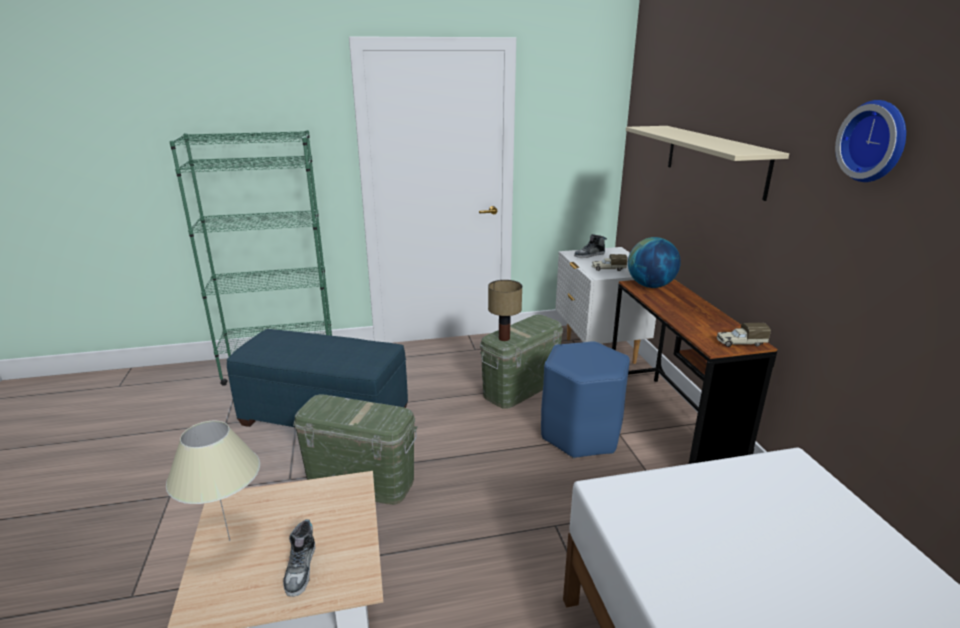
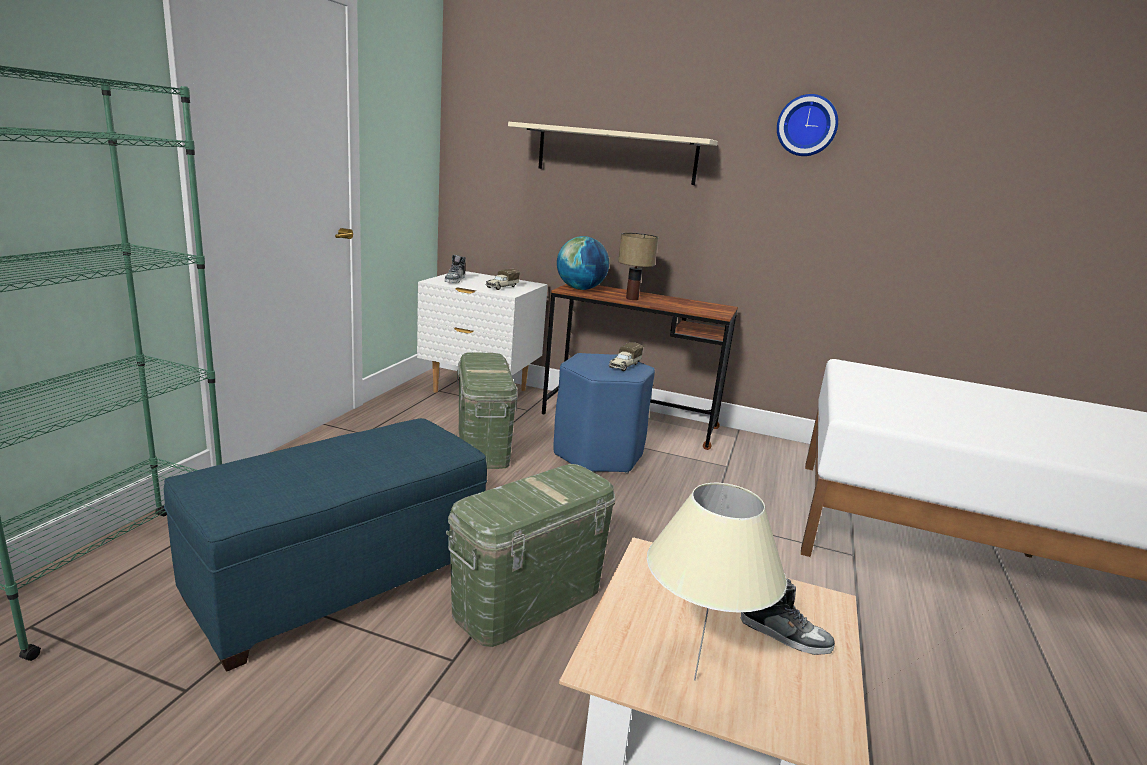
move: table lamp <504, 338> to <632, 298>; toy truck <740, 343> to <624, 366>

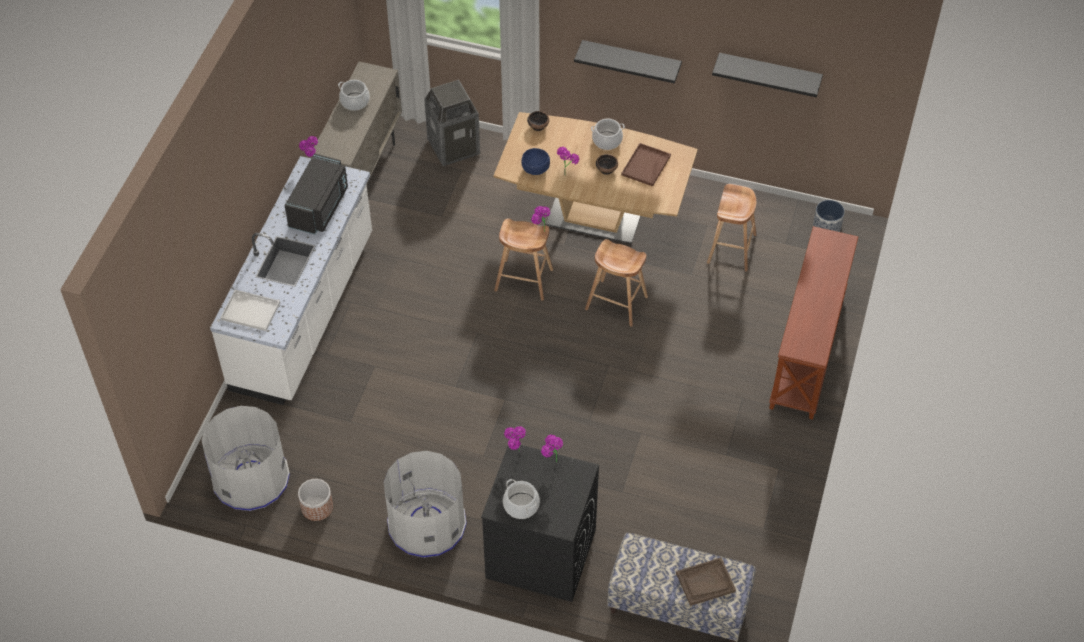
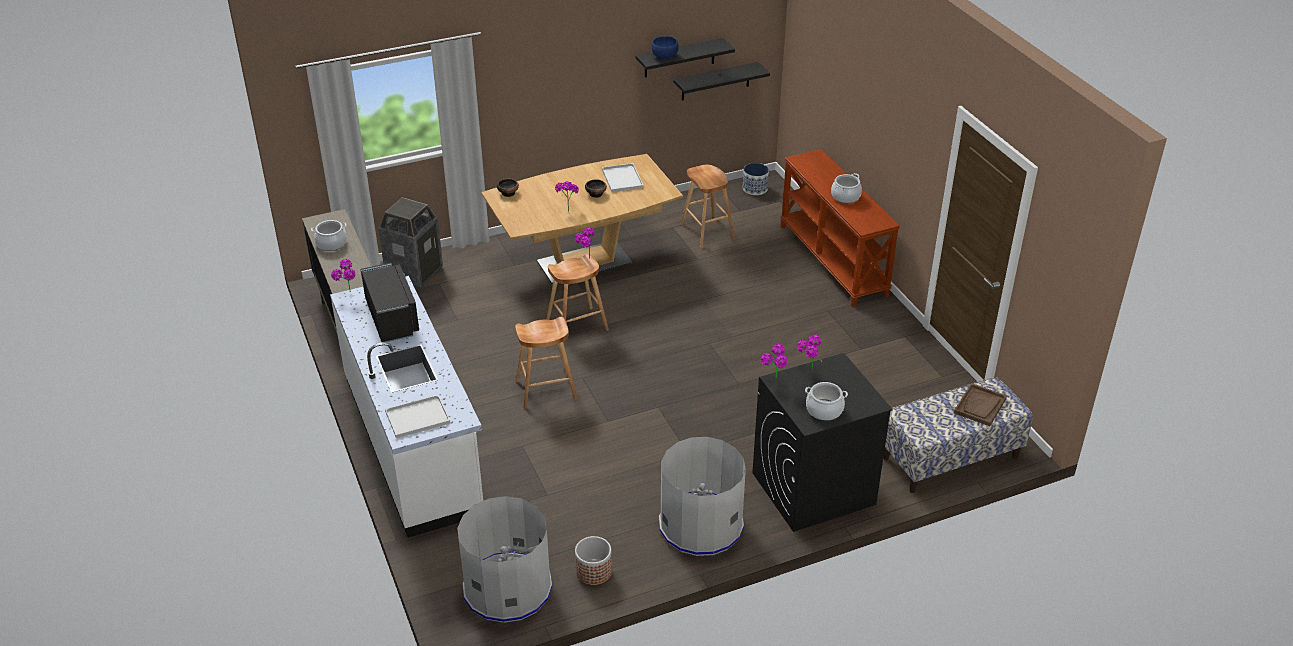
move: bowl (blue) <536, 169> to <665, 56>; wall shelf (blackish) <631, 60> to <715, 81>; stool (brown-coloured) <616, 303> to <546, 390>; saucepot <607, 140> to <845, 197>
recolor: carrying tray (brown-coloured) <646, 164> to carrying tray (white-coloured) <621, 178>

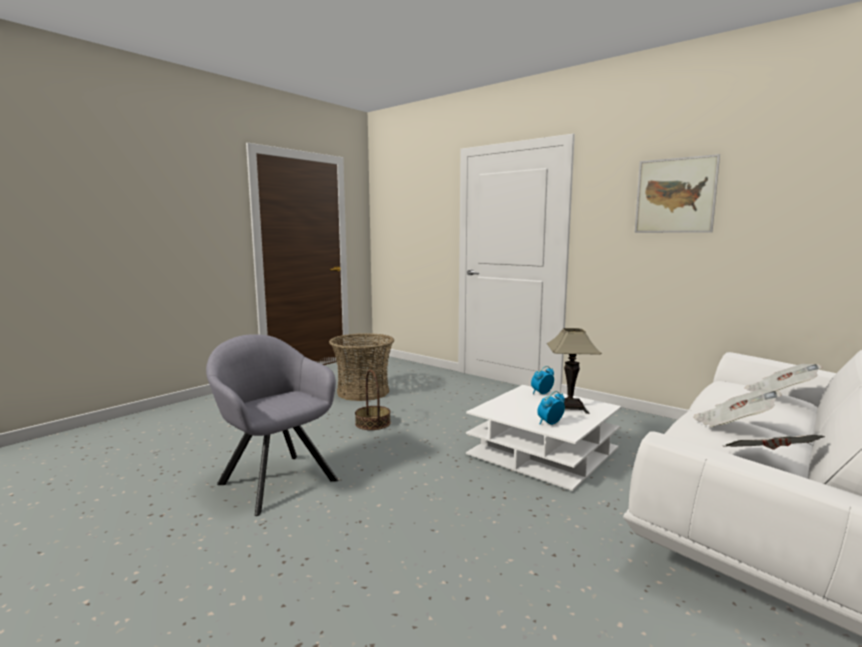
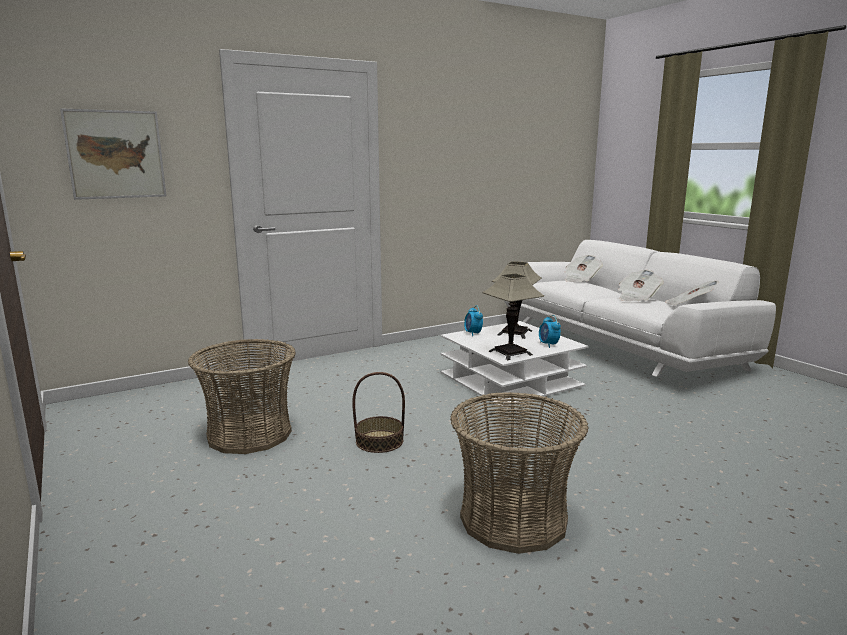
insert: table lamp <510, 353>
move: wall picture <675, 195> to <115, 154>
replace: lounge chair (gray) <275, 479> to storage basket <513, 519>

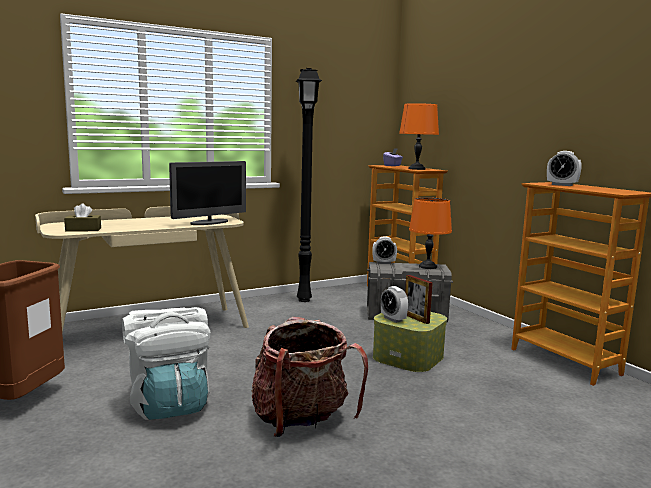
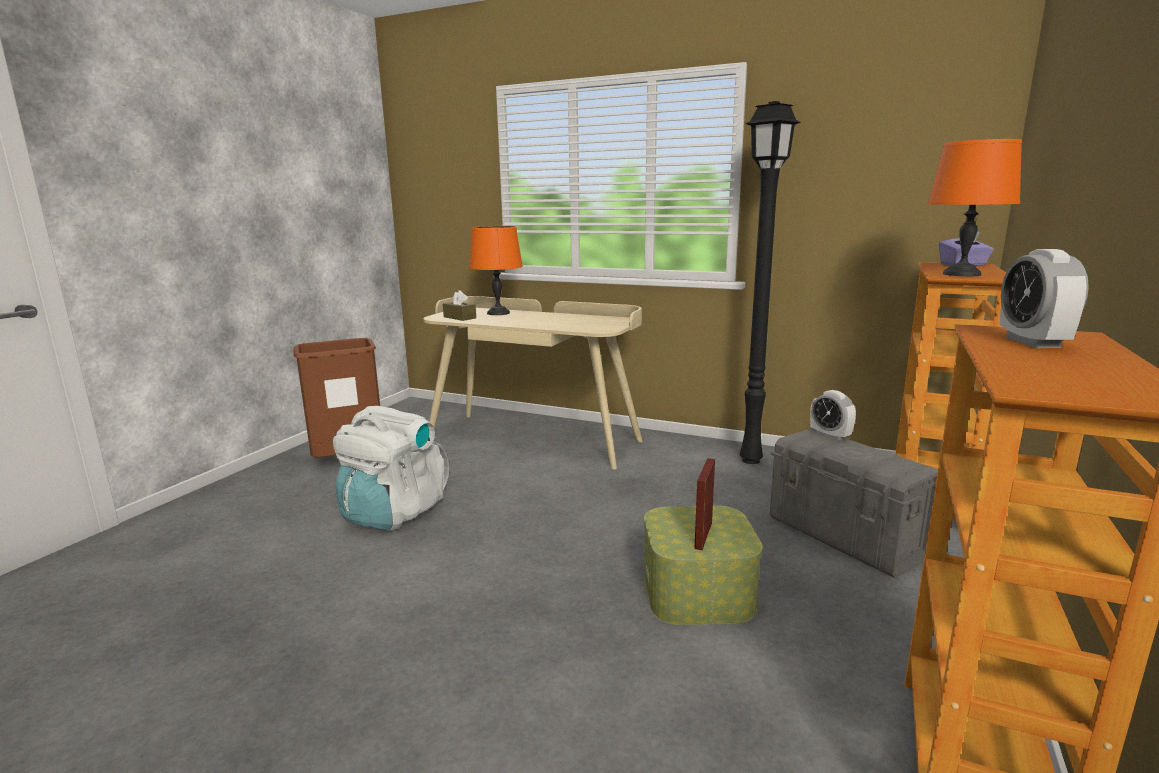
delete: computer display <210, 222>; rucksack <301, 421>; table clock <393, 319>
move: table lamp (orange-coloured) <428, 267> to <498, 313>

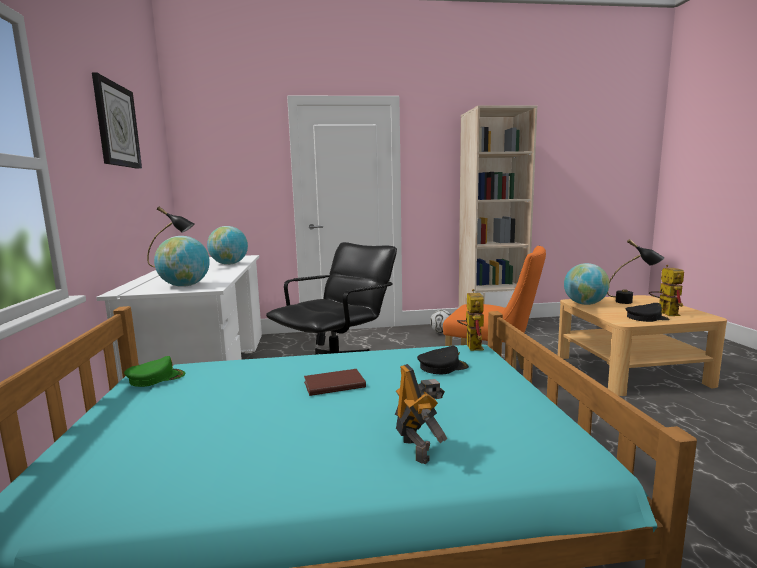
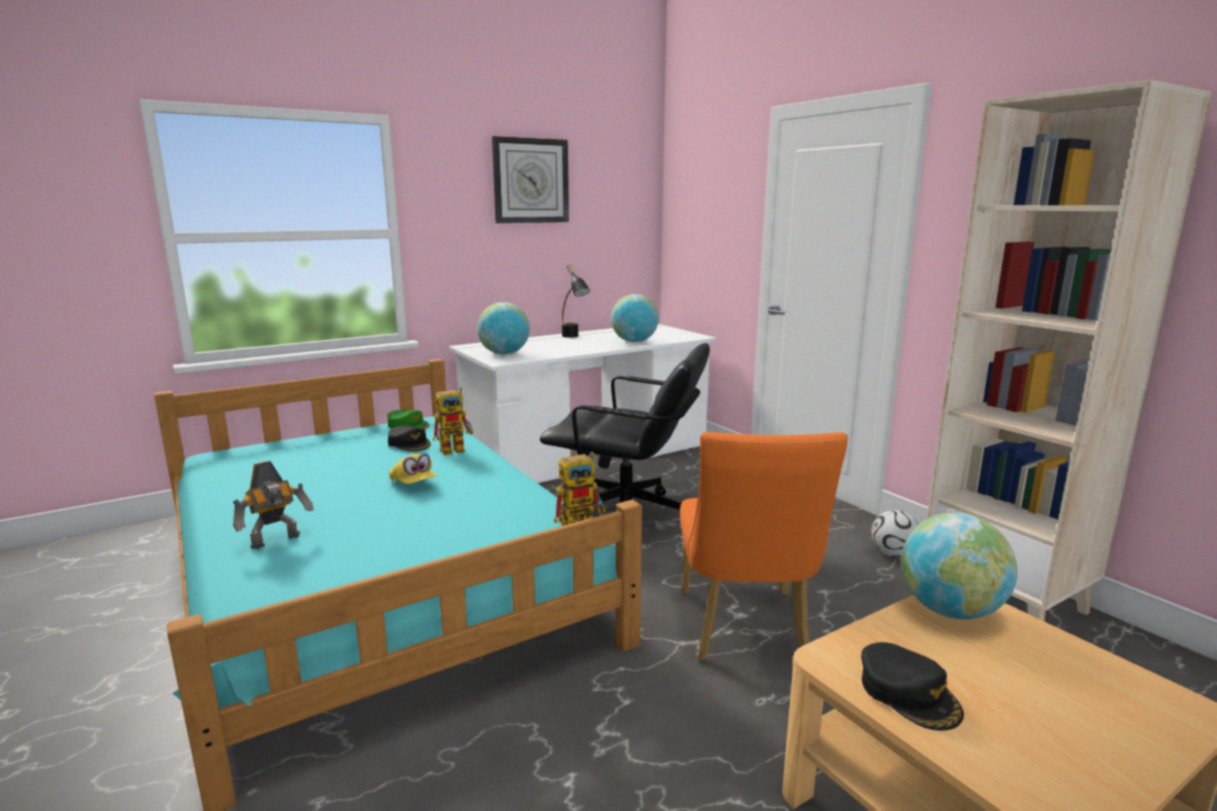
delete: table lamp (blackish) <632, 302>
move: peaked cap (blackish) <442, 367> to <409, 443>; toy robot <664, 312> to <457, 449>
replace: volume (brown-coloured) <333, 384> to peaked cap (yellow-coloured) <414, 484>

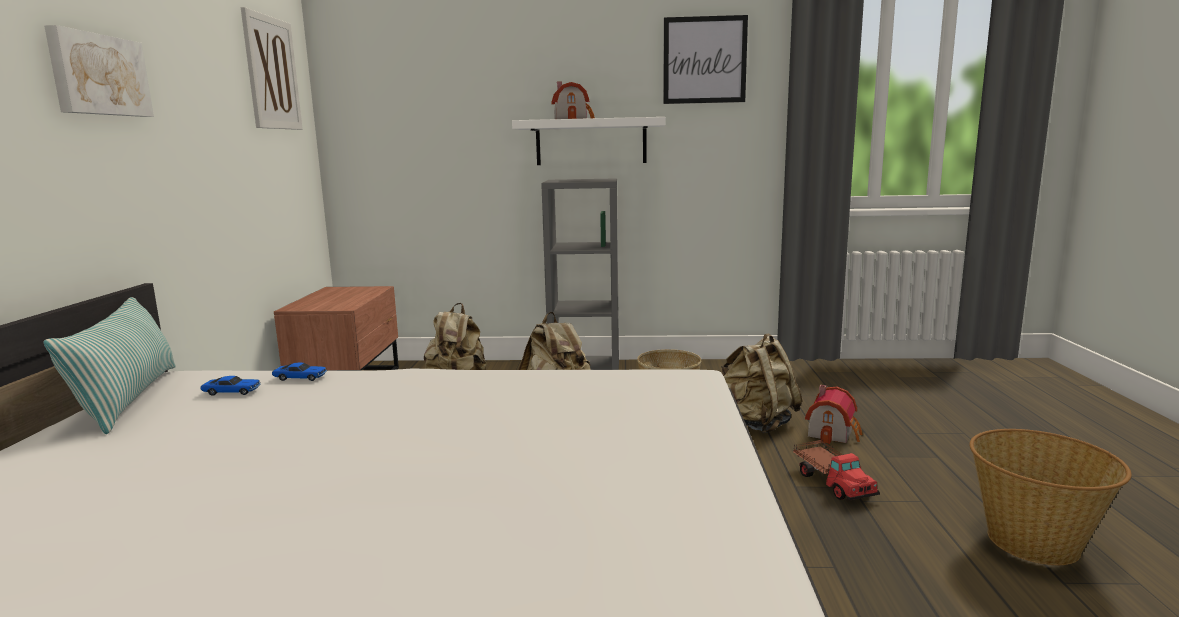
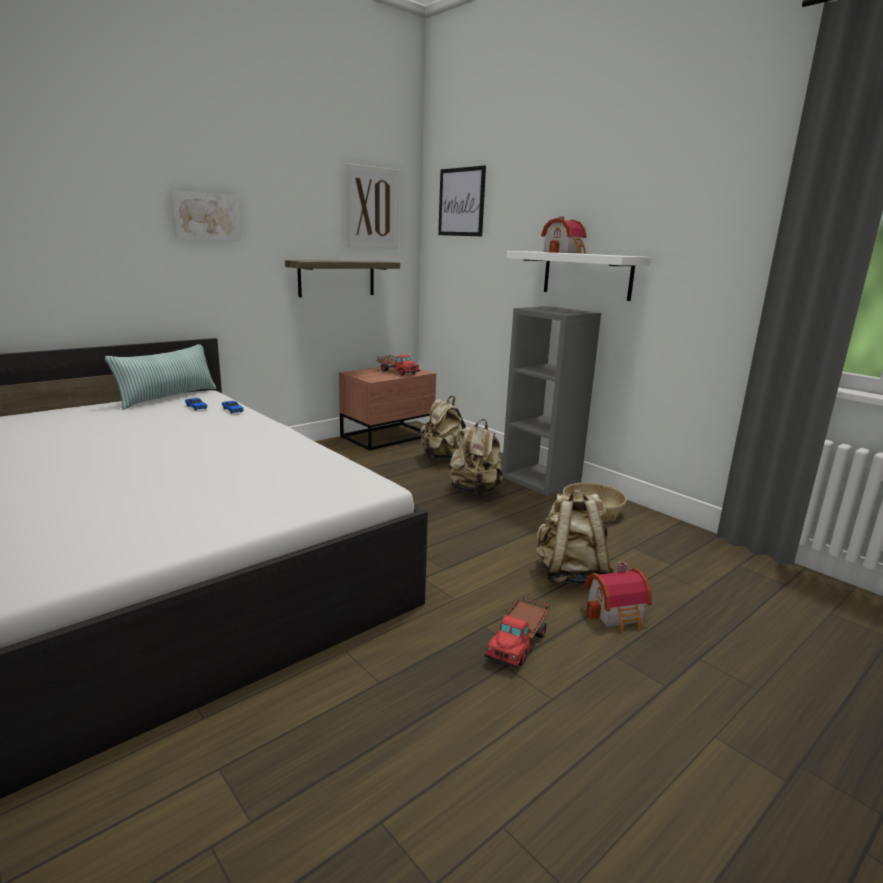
delete: storage basket <1034, 541>
insert: wall shelf <336, 278>; toy truck <397, 372>
move: wall picture <704, 60> to <461, 202>

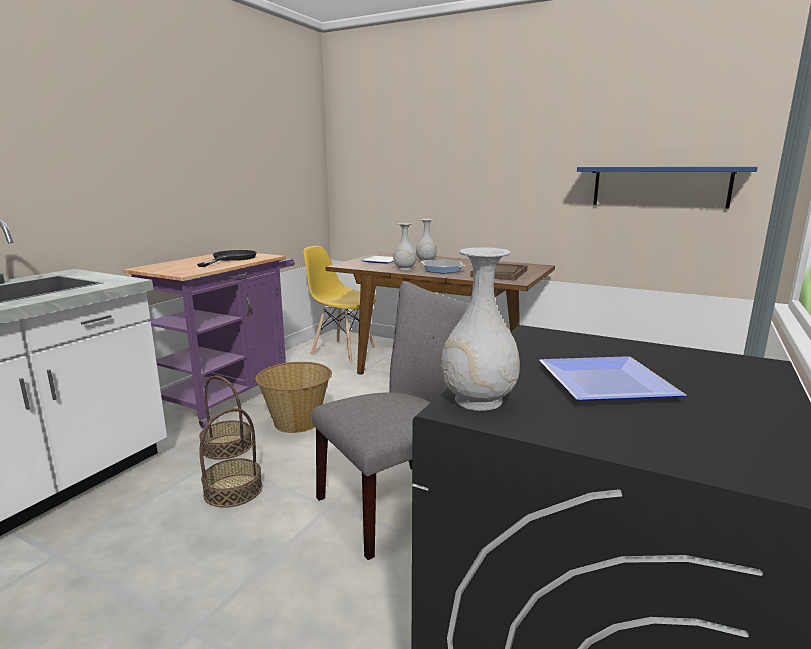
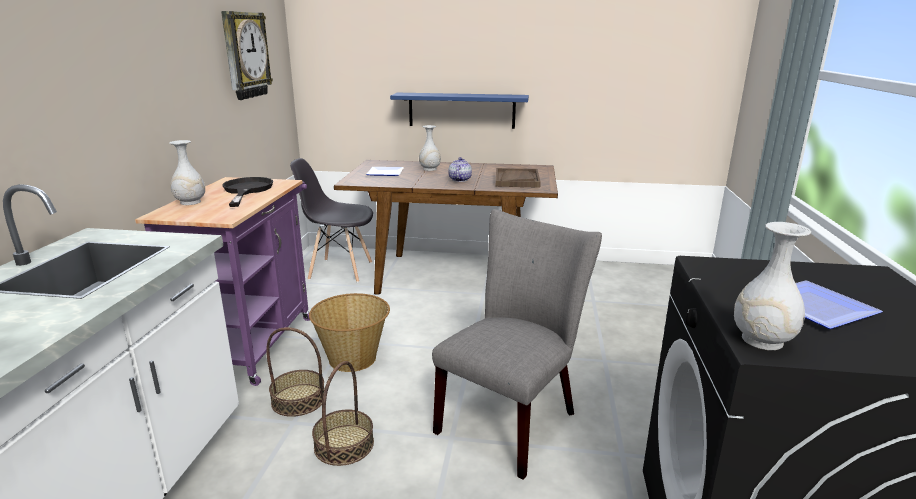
insert: wall clock <245, 55>
move: decorative vase (white-coloured) <404, 269> to <190, 202>; wall shelf (blue) <660, 186> to <461, 110>
replace: pan <442, 270> to pot for tea <459, 180>
recolor: plain chair (yellow-coloured) <343, 351> to plain chair (gray) <340, 270>

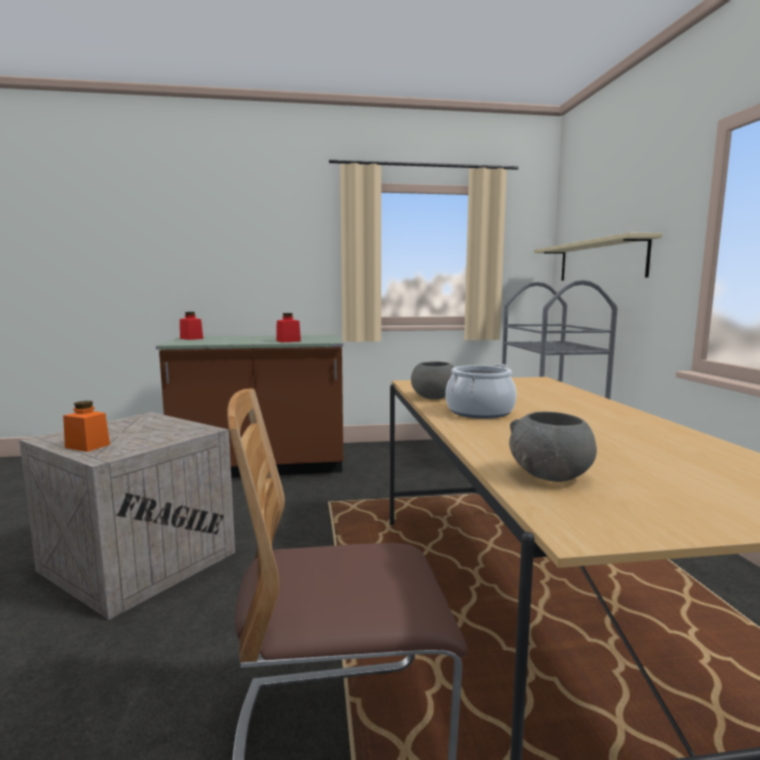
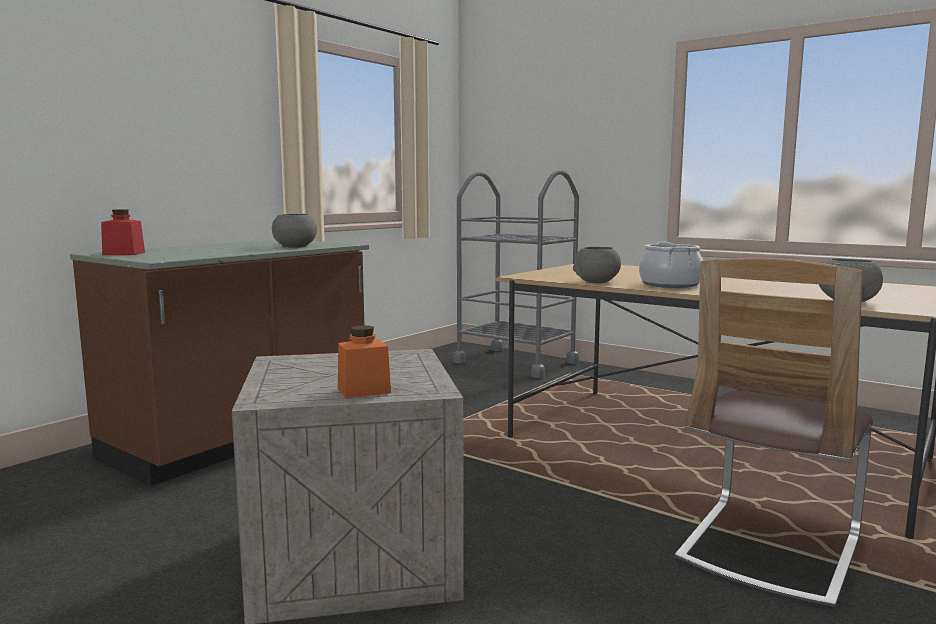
delete: wall shelf (beige) <600, 261>
replace: storage jar (red) <288, 341> to bowl (gray) <295, 246>

